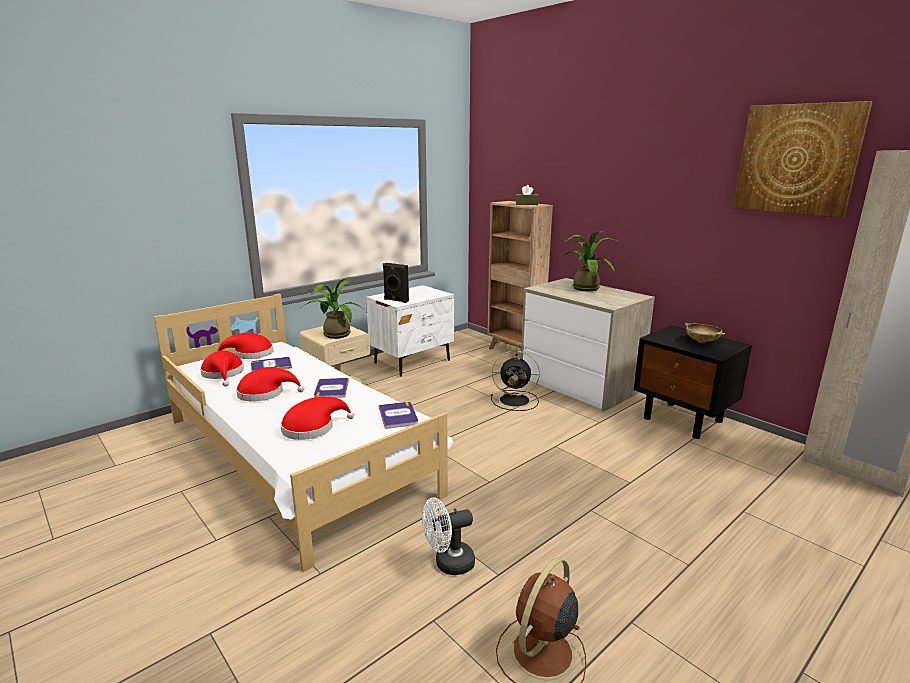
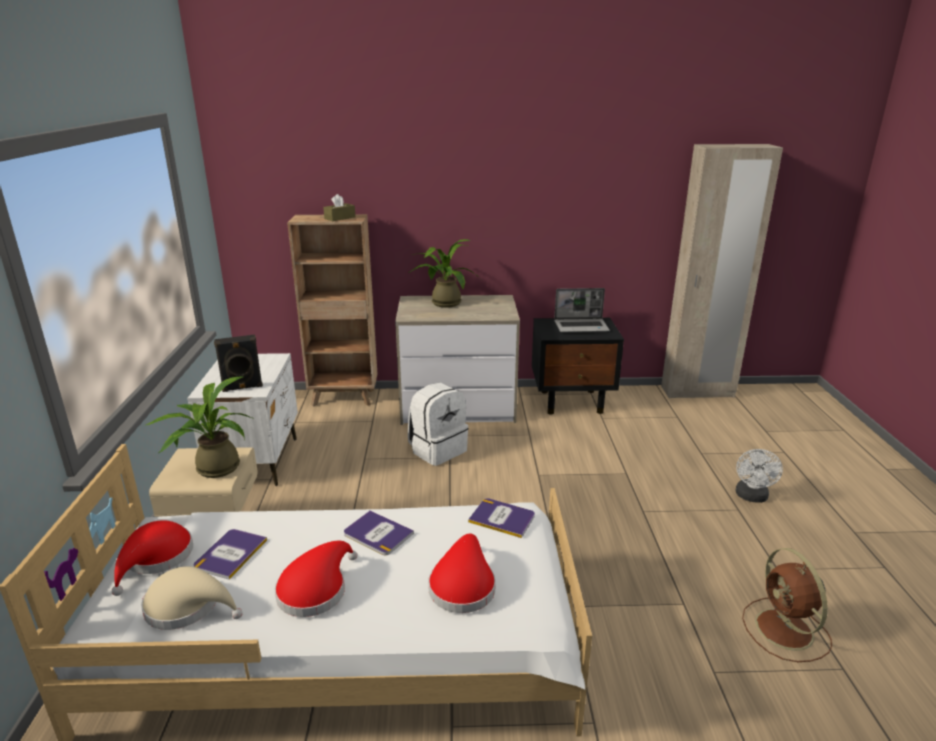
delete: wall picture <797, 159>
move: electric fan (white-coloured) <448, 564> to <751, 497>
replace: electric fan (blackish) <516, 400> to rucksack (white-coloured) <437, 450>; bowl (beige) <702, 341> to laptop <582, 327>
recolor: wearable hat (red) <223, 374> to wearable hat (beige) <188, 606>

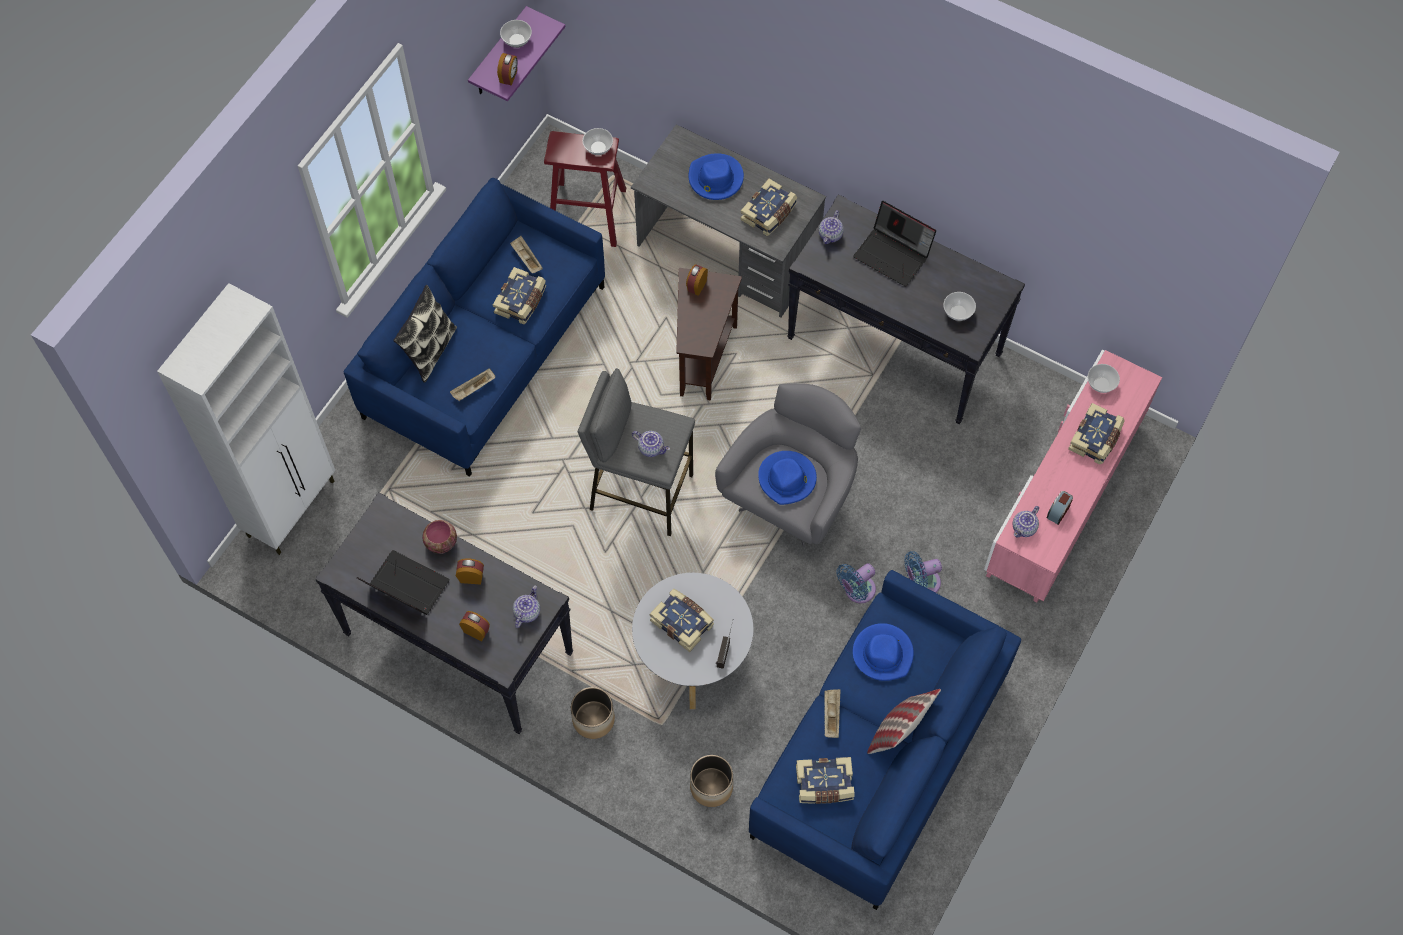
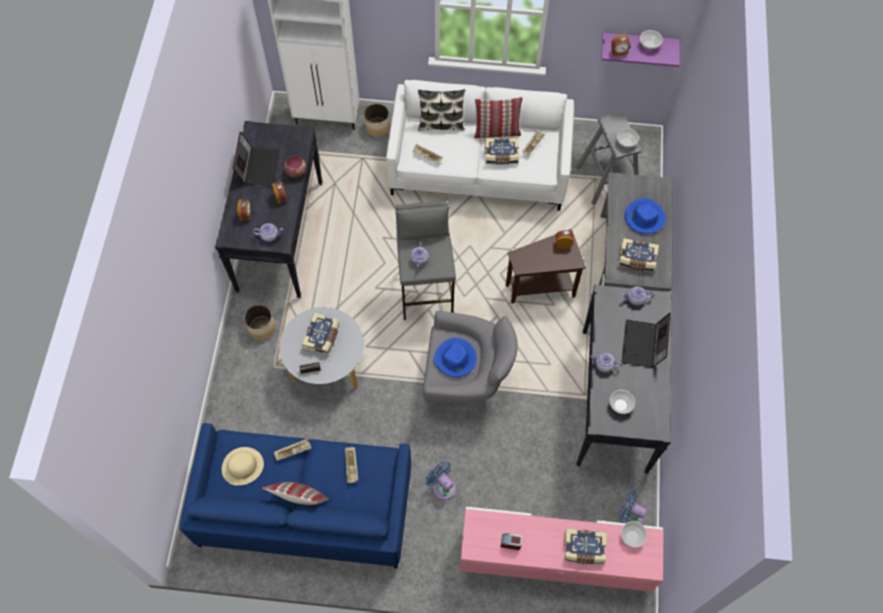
insert: pillow <496, 131>
move: plant pot <711, 787> to <377, 127>; electric fan (blue) <857, 591> to <629, 515>; pot for tea <1024, 528> to <604, 366>
replace: volume <824, 785> to wearable hat (beige) <242, 466>; wearable hat (blue) <883, 653> to carrying tray (beige) <352, 467>
recolor: sofa (blue) <486, 352> to sofa (white-coloured) <479, 167>; stool (red) <587, 214> to stool (gray) <607, 179>

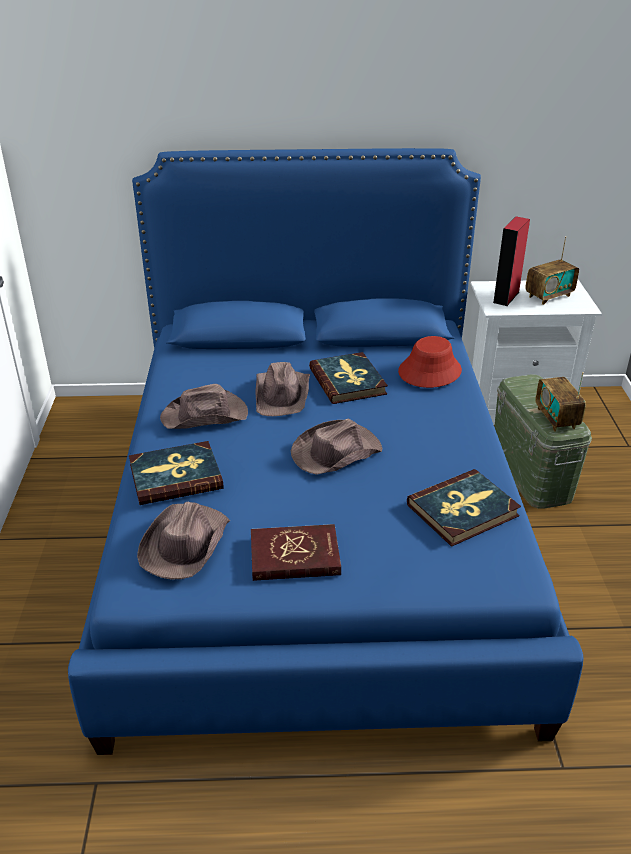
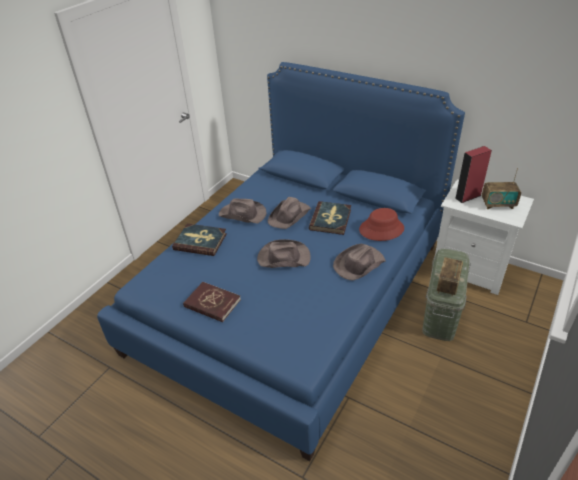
delete: volume <463, 510>
move: wearable hat (brown-coloured) <185, 544> to <358, 264>

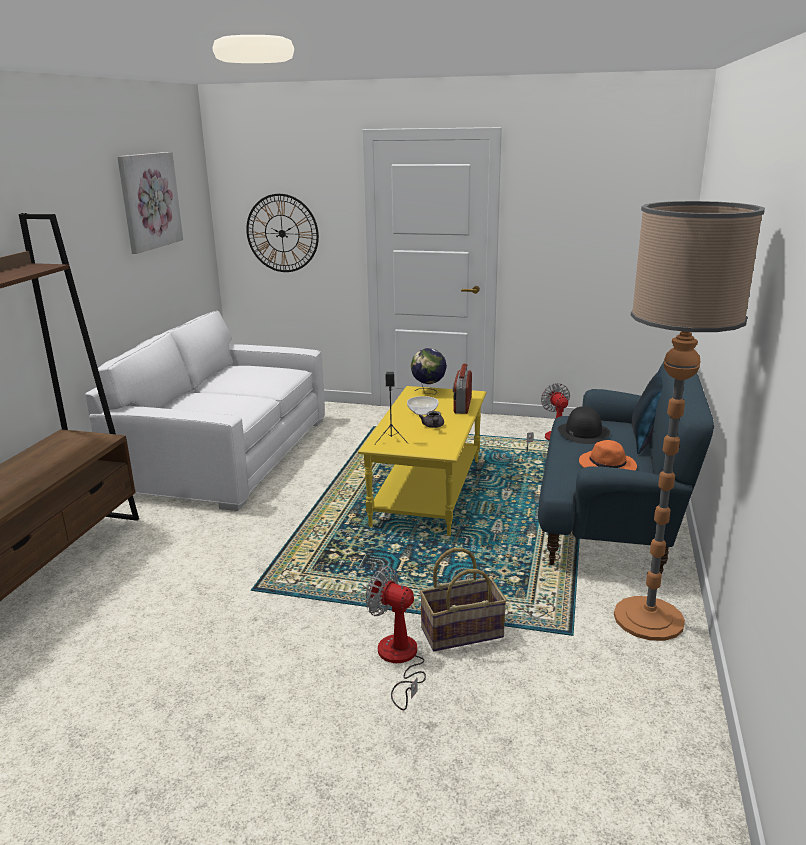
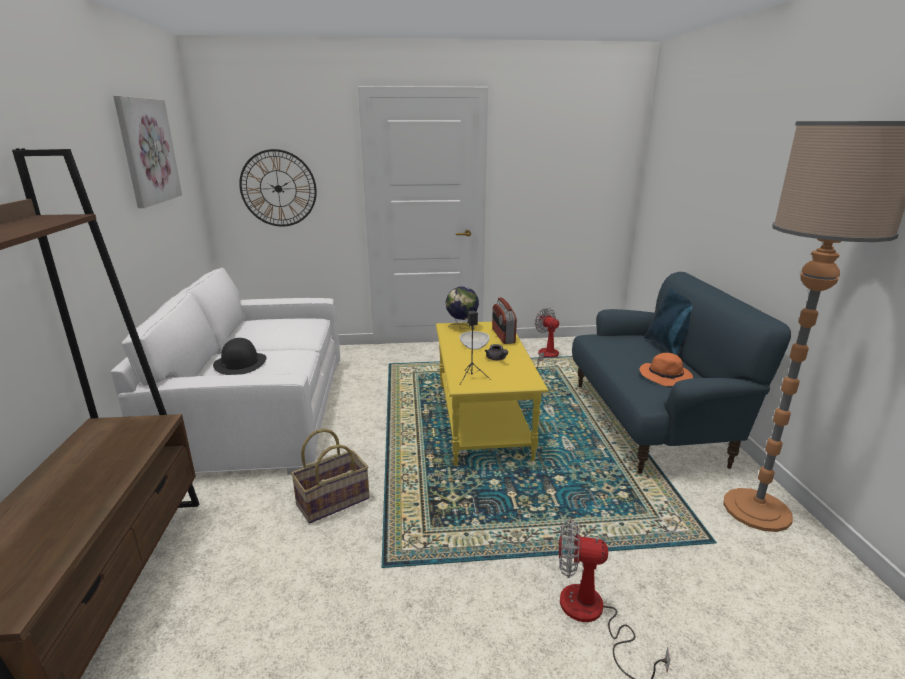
move: storage basket <462, 631> to <333, 501>; wearable hat (blackish) <583, 432> to <240, 363>

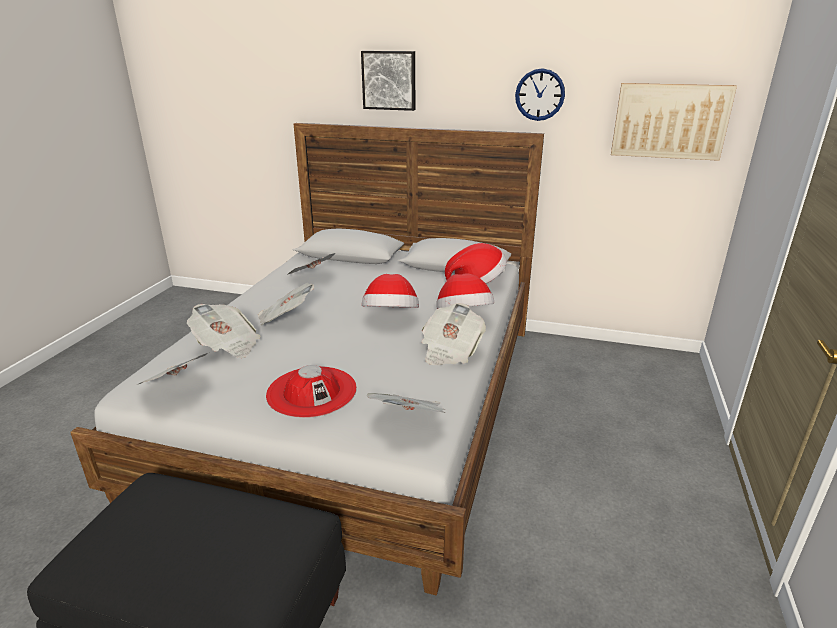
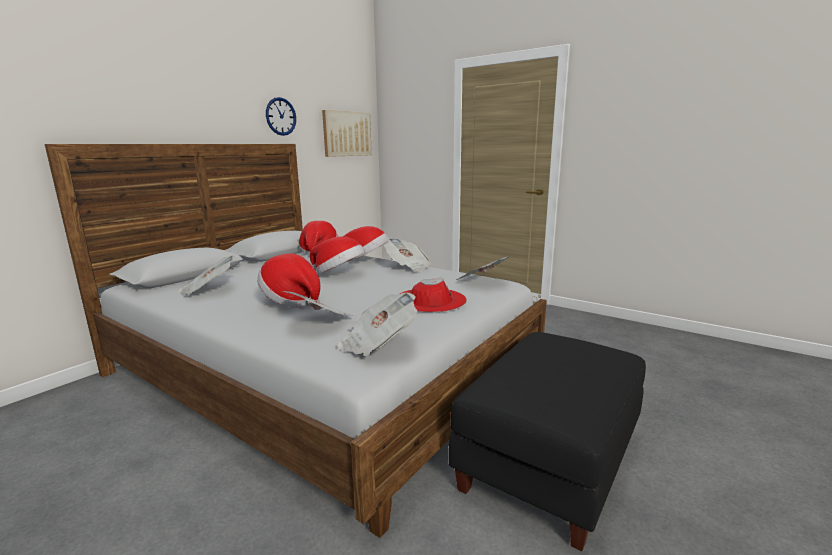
delete: wall picture <389, 80>
replace: printed paper <285, 318> to wearable hat <292, 300>

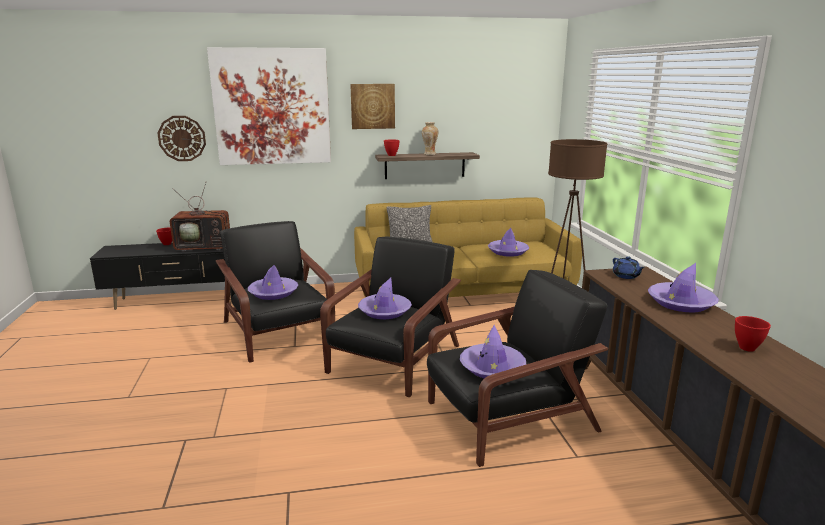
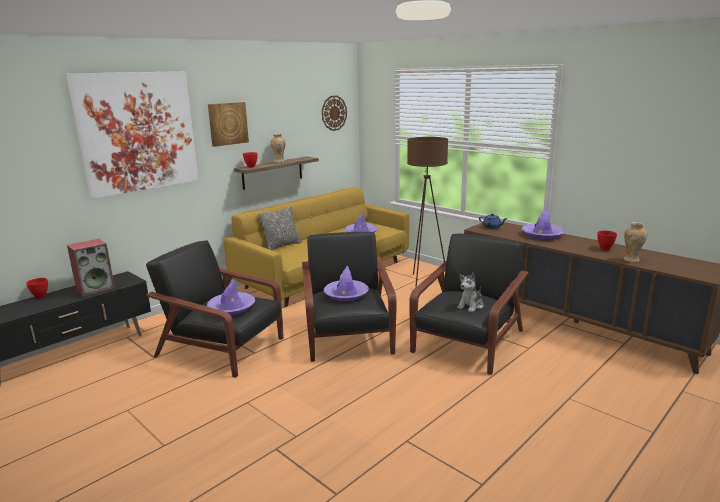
insert: decorative vase <631, 260>
move: wall clock <182, 138> to <334, 113>
replace: television <206, 247> to audio speaker <96, 289>; wearable hat (purplish) <492, 367> to cuddly toy <471, 306>

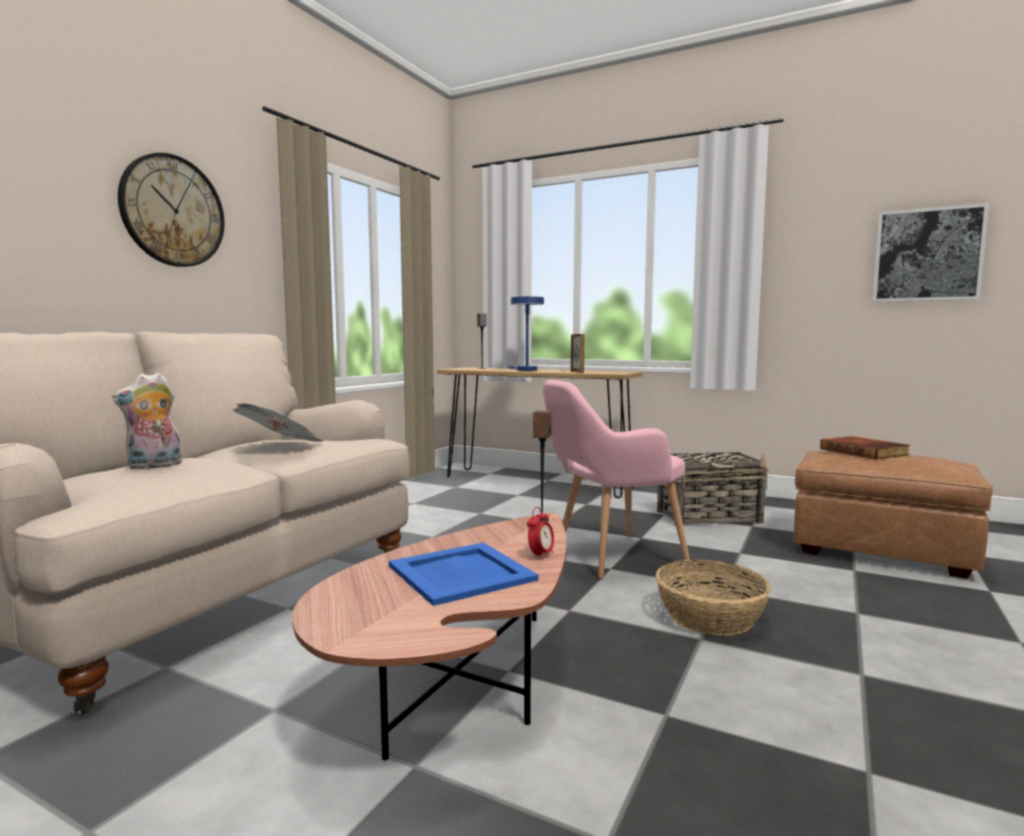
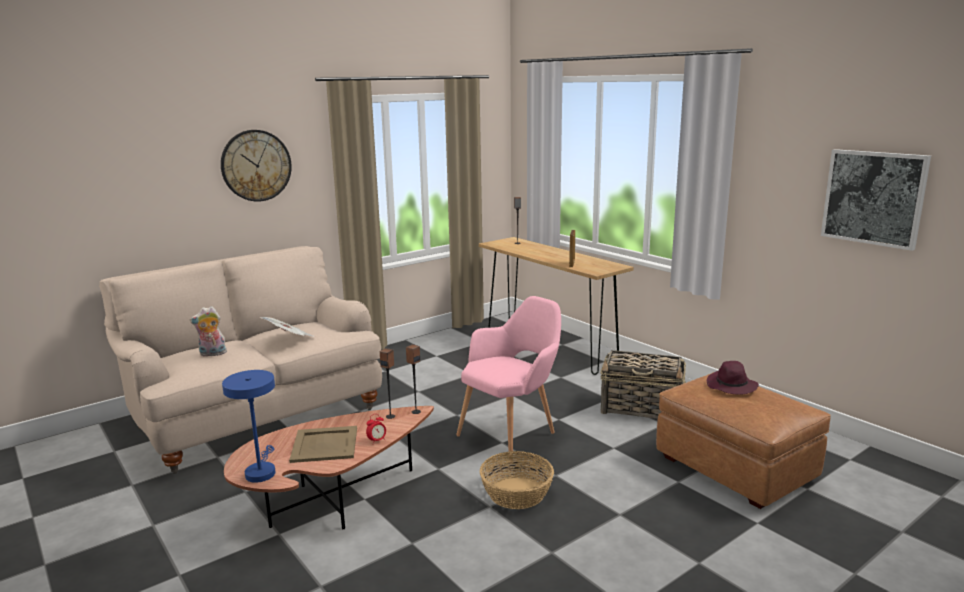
insert: audio speaker <390, 416>
move: table lamp (blue) <524, 370> to <261, 471>
replace: volume <864, 451> to wearable hat (purplish) <732, 386>
recolor: carrying tray (blue) <459, 573> to carrying tray (beige) <324, 444>
rotate: lounge chair (pink) <610, 558> = <513, 433> 135 degrees clockwise

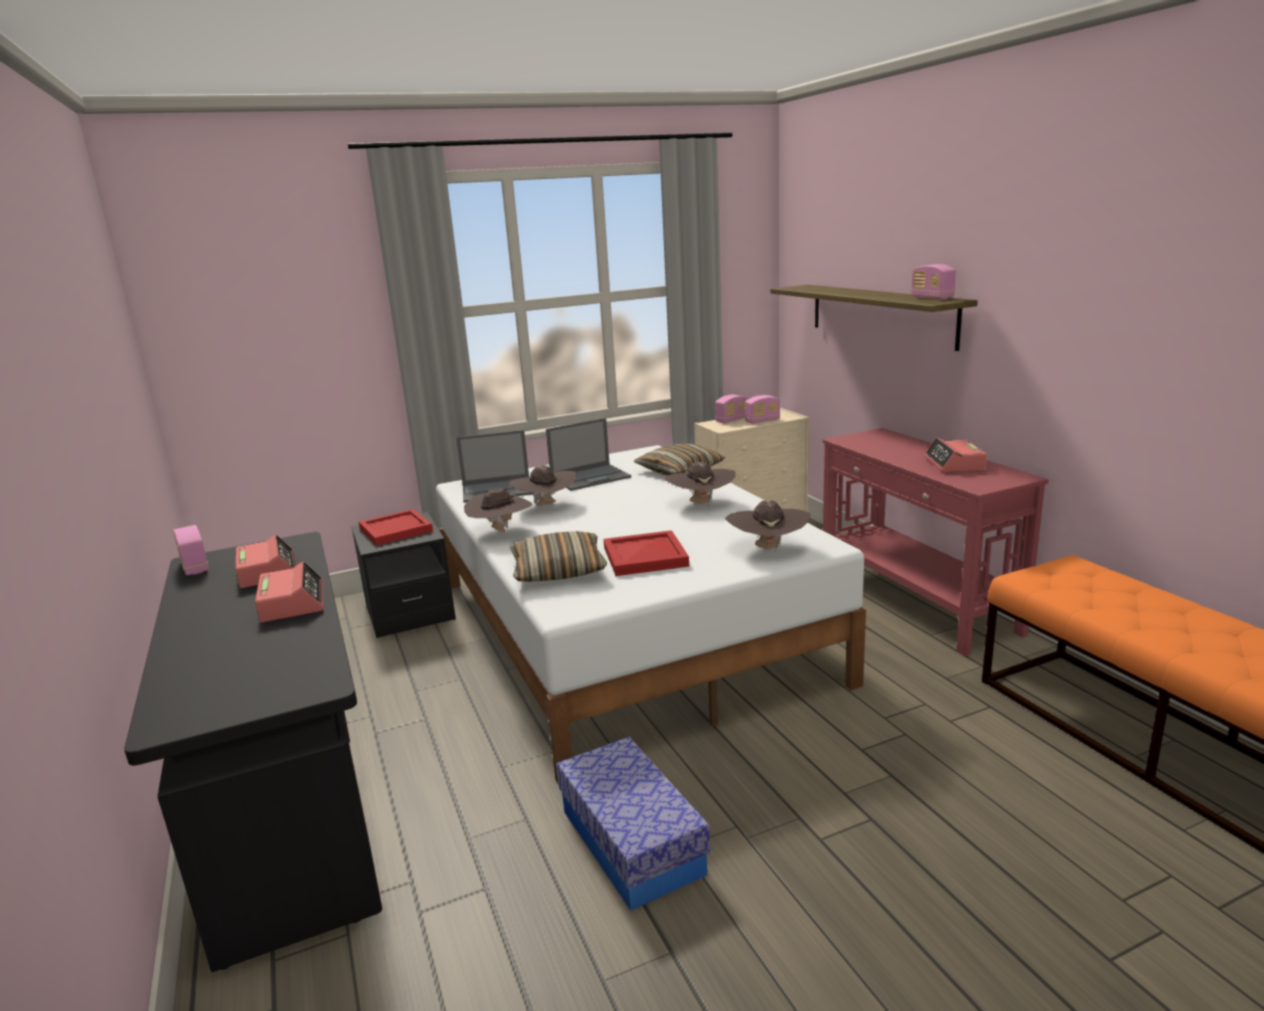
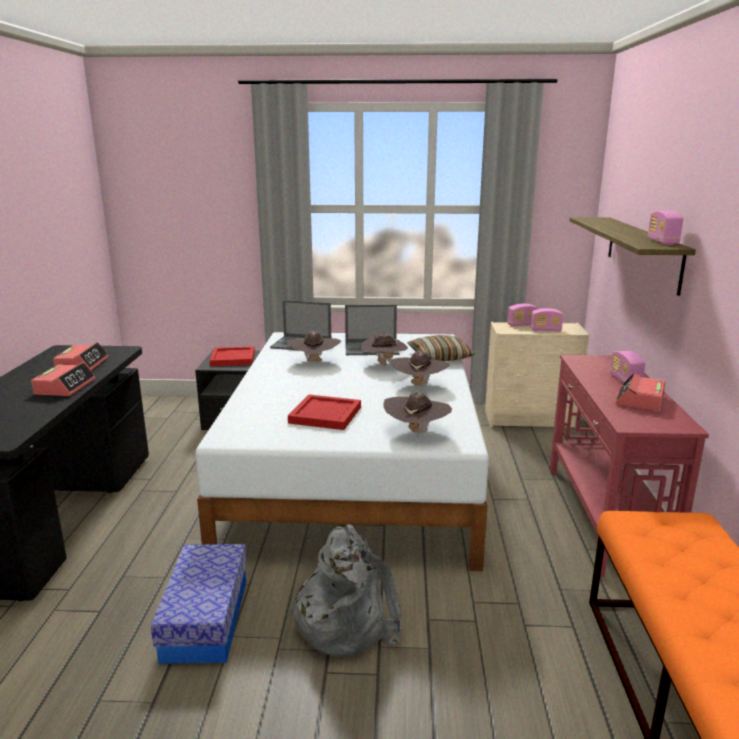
delete: pillow <558, 570>
insert: rucksack (gray) <345, 620>
move: radio receiver <195, 566> to <625, 380>; wearable hat (brown-coloured) <501, 532> to <383, 365>

